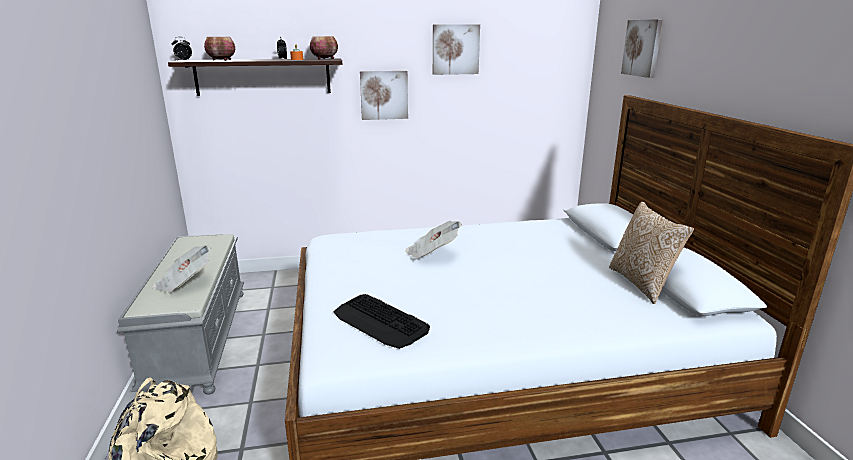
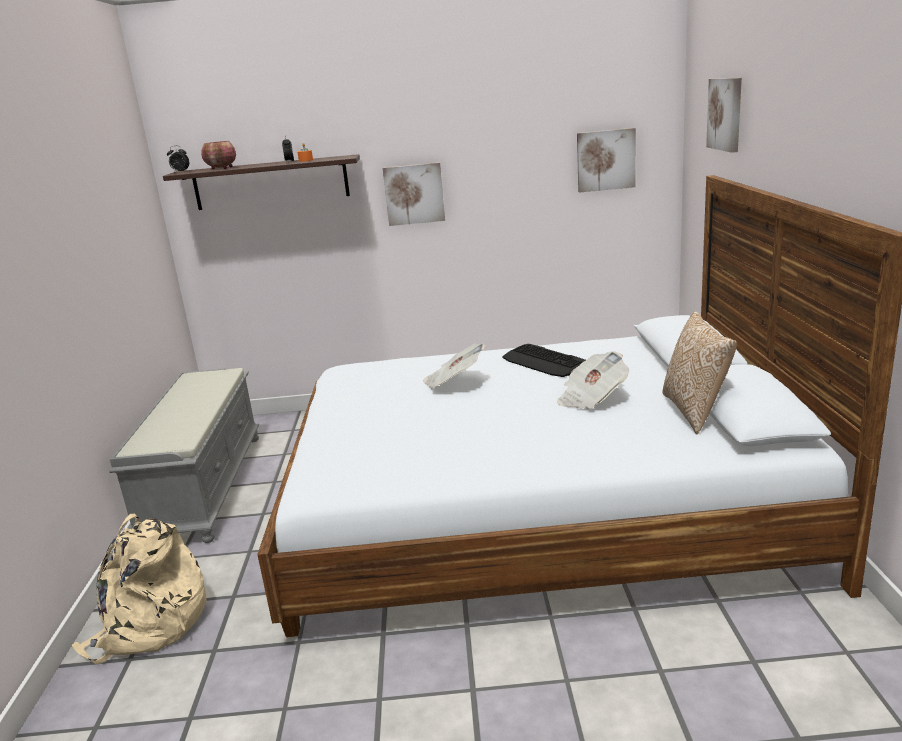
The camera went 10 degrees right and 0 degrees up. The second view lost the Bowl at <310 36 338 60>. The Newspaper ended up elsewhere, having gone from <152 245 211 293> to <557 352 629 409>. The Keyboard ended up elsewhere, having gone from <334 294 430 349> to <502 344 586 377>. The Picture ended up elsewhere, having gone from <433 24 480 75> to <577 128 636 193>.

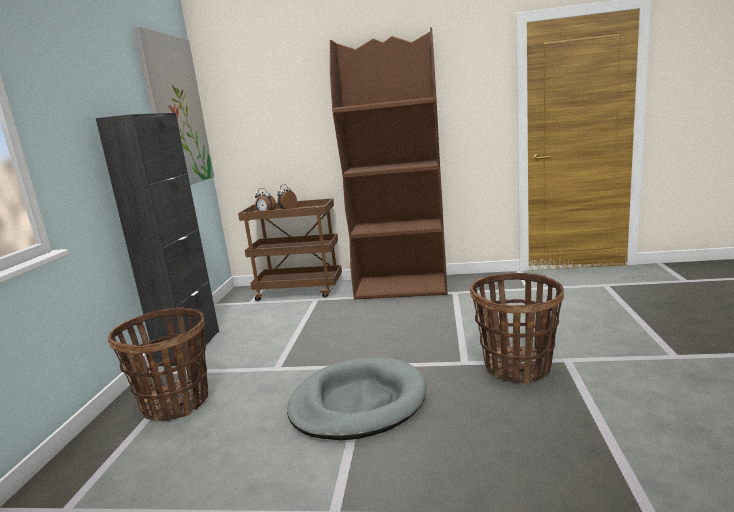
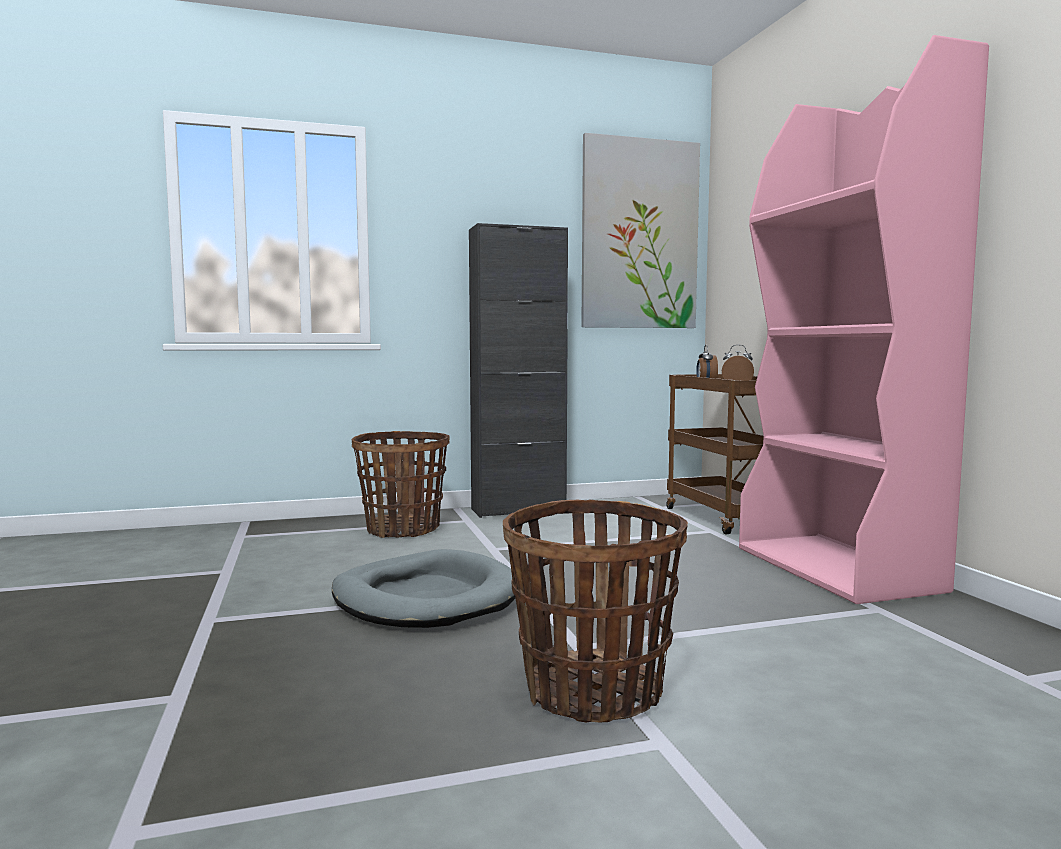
The camera went 65 degrees right and 10 degrees down. What was the BrownBookcase at <330 27 448 299> turned into the PinkBookcase at <739 35 989 604>.

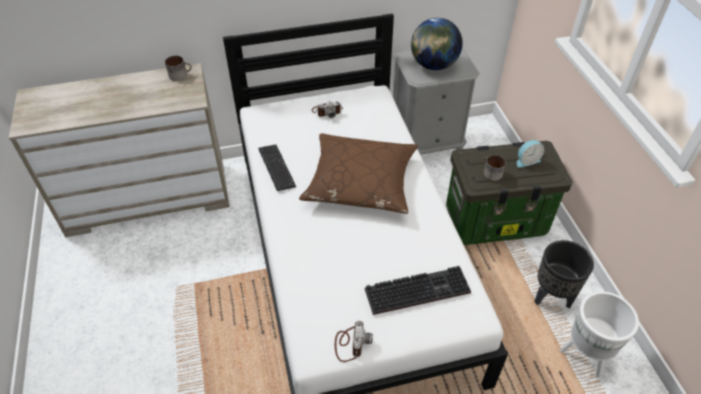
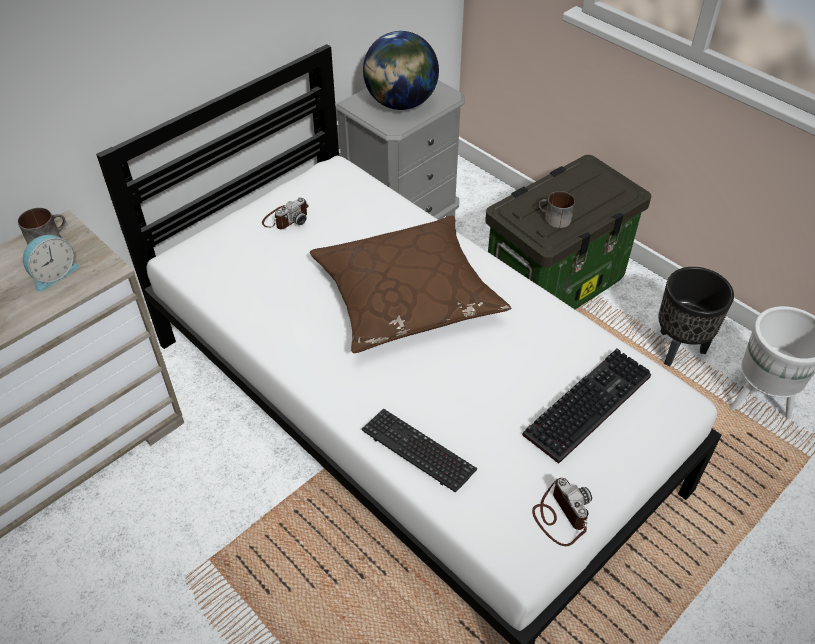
The camera went 30 degrees left and 0 degrees up. The Keyboard ended up elsewhere, having gone from <258 145 296 191> to <361 409 477 492>. The AlarmClock ended up elsewhere, having gone from <517 140 545 168> to <23 235 79 292>.

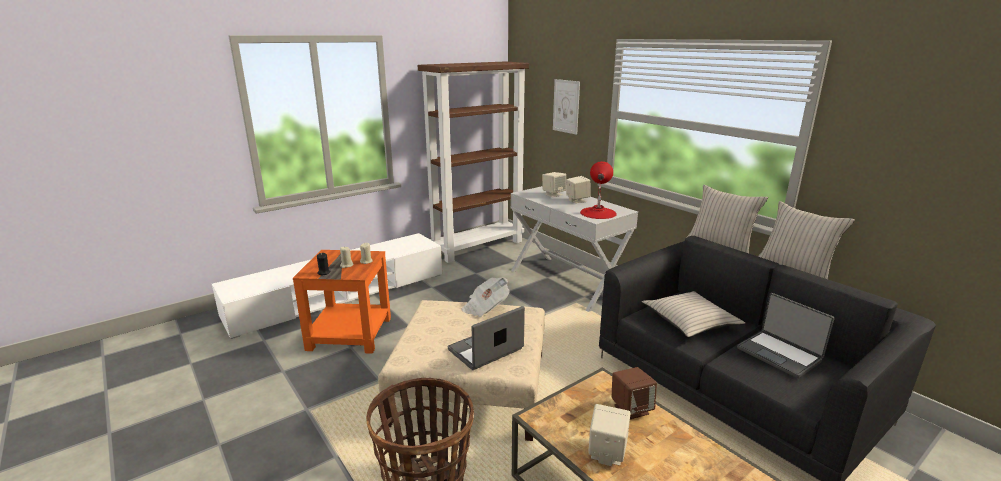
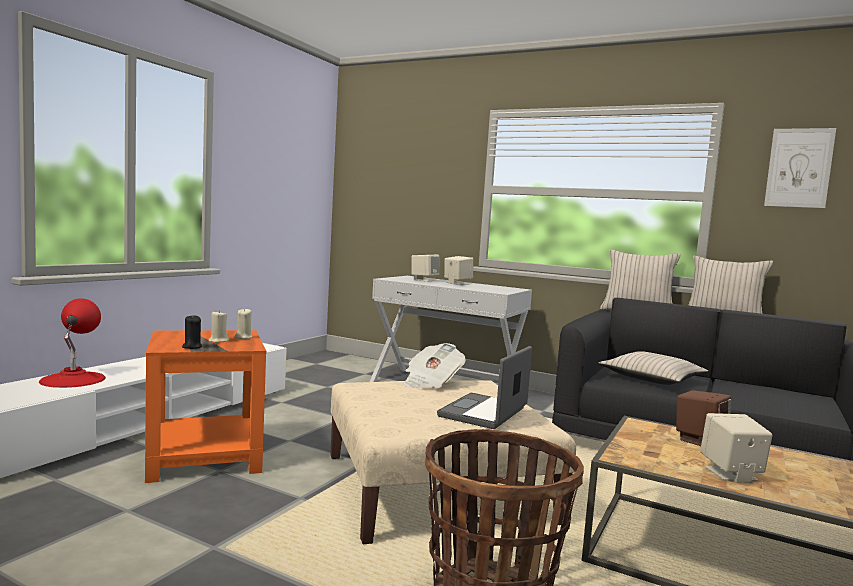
The camera went 25 degrees left and 15 degrees down. The second view lost the BrownBookcase at <418 61 529 263>. The second view lost the Laptop at <737 293 834 378>. The Picture ended up elsewhere, having gone from <553 79 580 135> to <764 128 836 208>. The RedTableLamp ended up elsewhere, having gone from <580 161 617 219> to <39 298 106 388>.

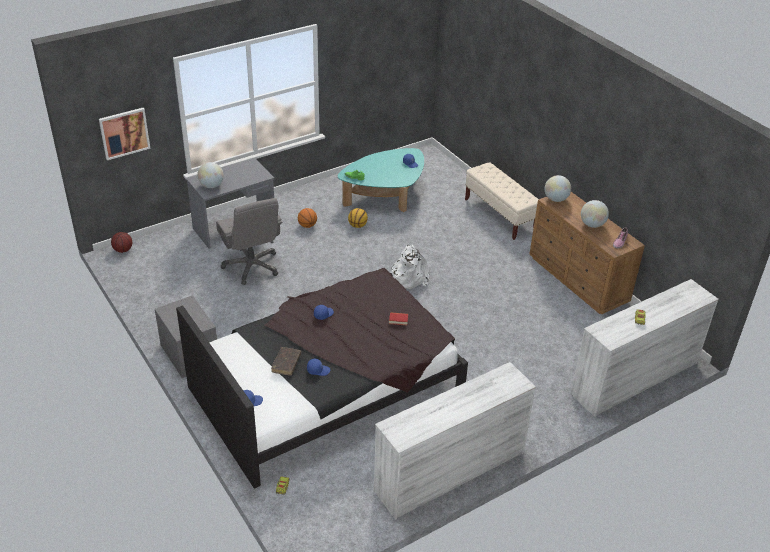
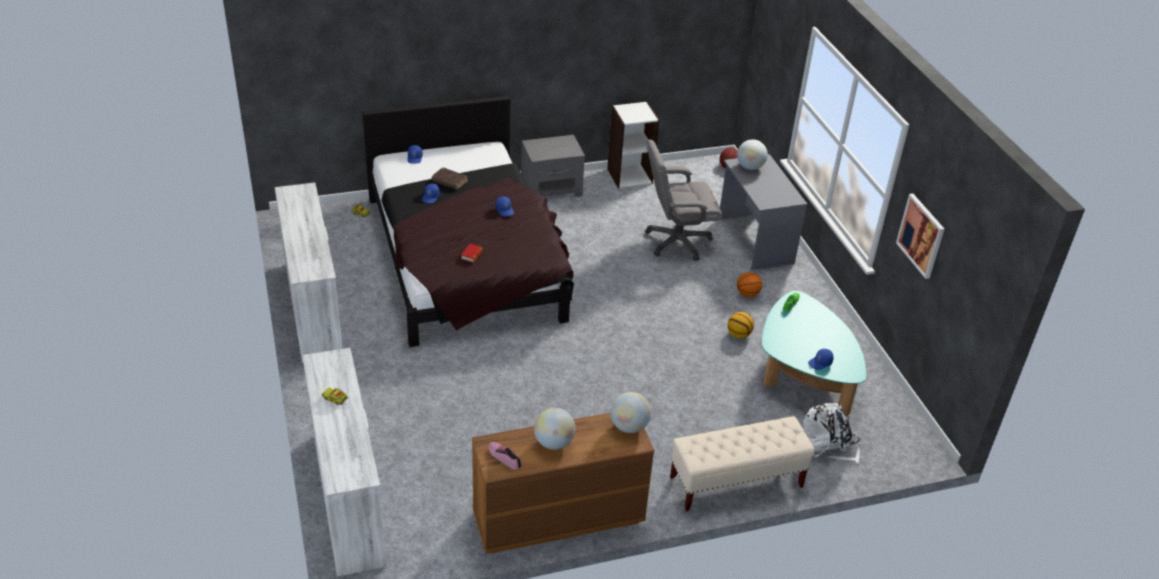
The camera went 105 degrees right and 0 degrees up. The second view gained the WhiteBookcase at <607 102 659 188>. The Picture ended up elsewhere, having gone from <99 108 150 160> to <896 194 944 279>. The WhiteBackpack ended up elsewhere, having gone from <389 245 429 289> to <803 403 860 464>.

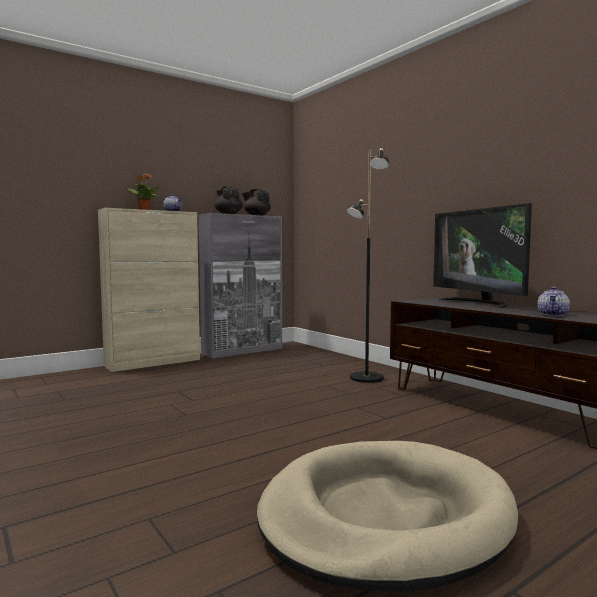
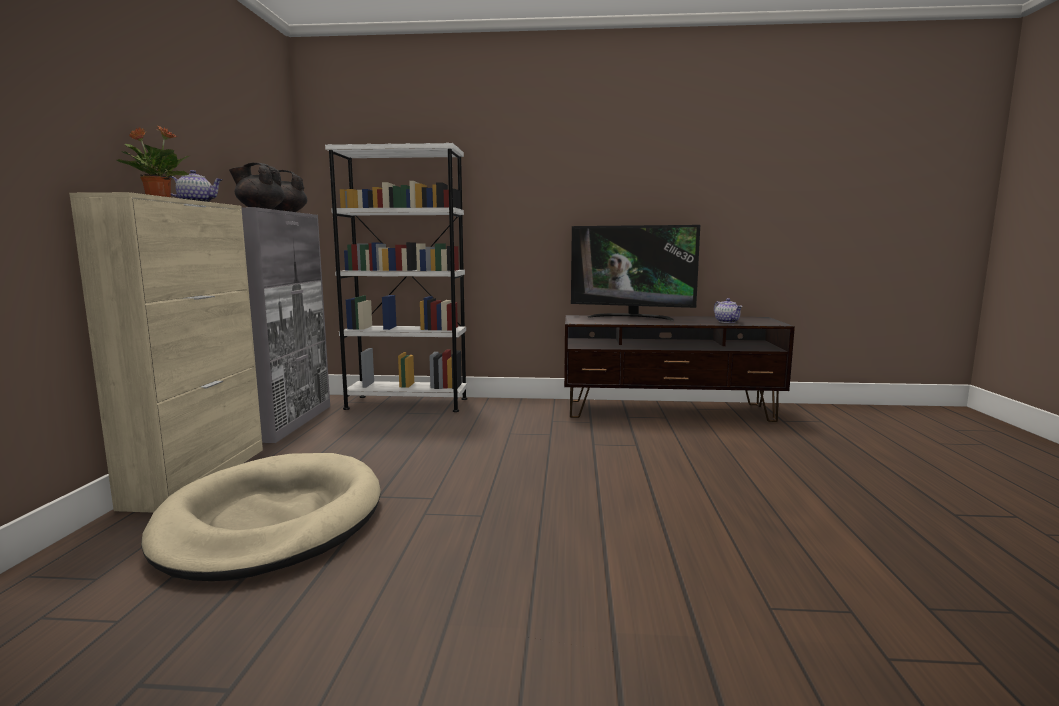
The camera went 50 degrees left and 5 degrees up. The second view lost the BlackFloorLamp at <346 148 389 383>. The second view gained the WhiteBookcase at <325 143 467 412>. The BeigeDogBed ended up elsewhere, having gone from <257 441 518 592> to <141 453 381 581>.

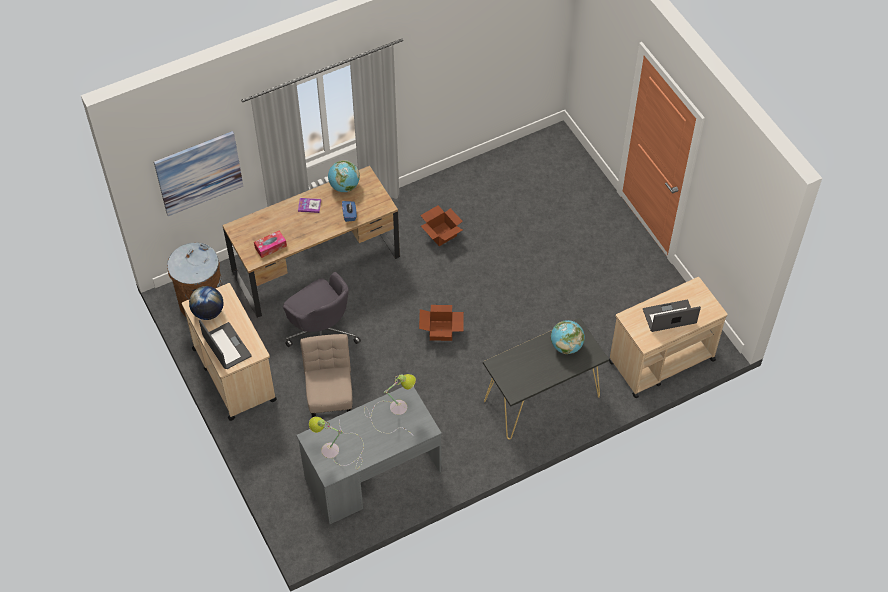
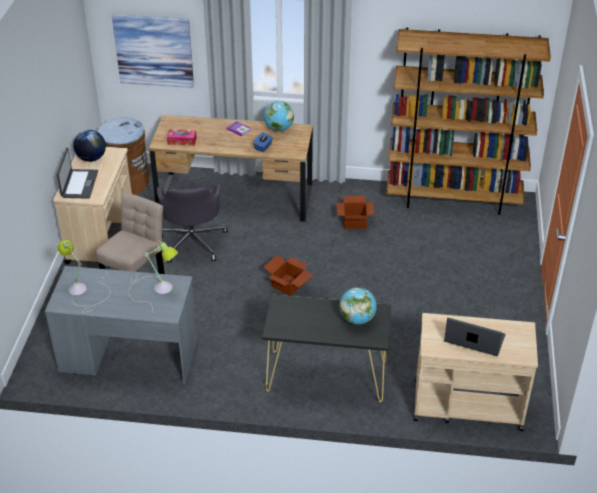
The camera went 35 degrees right and 15 degrees down. The second view gained the BrownBookcase at <386 27 551 215>.

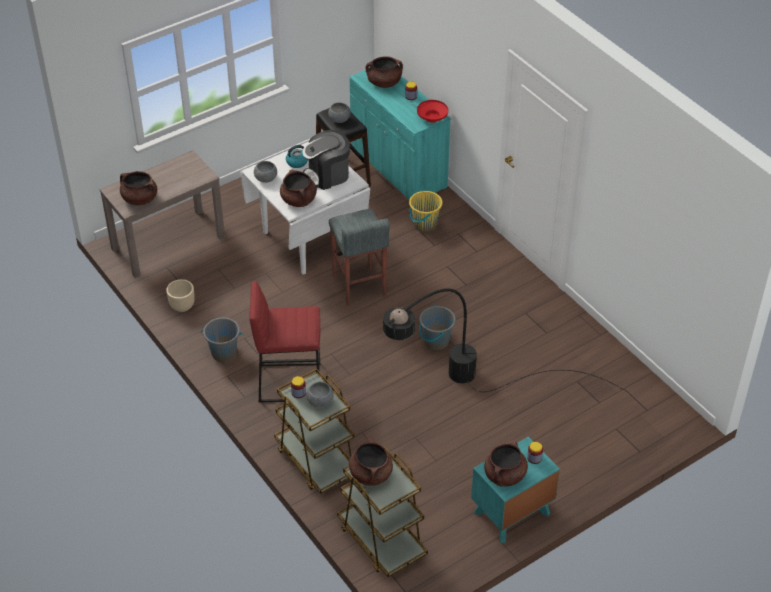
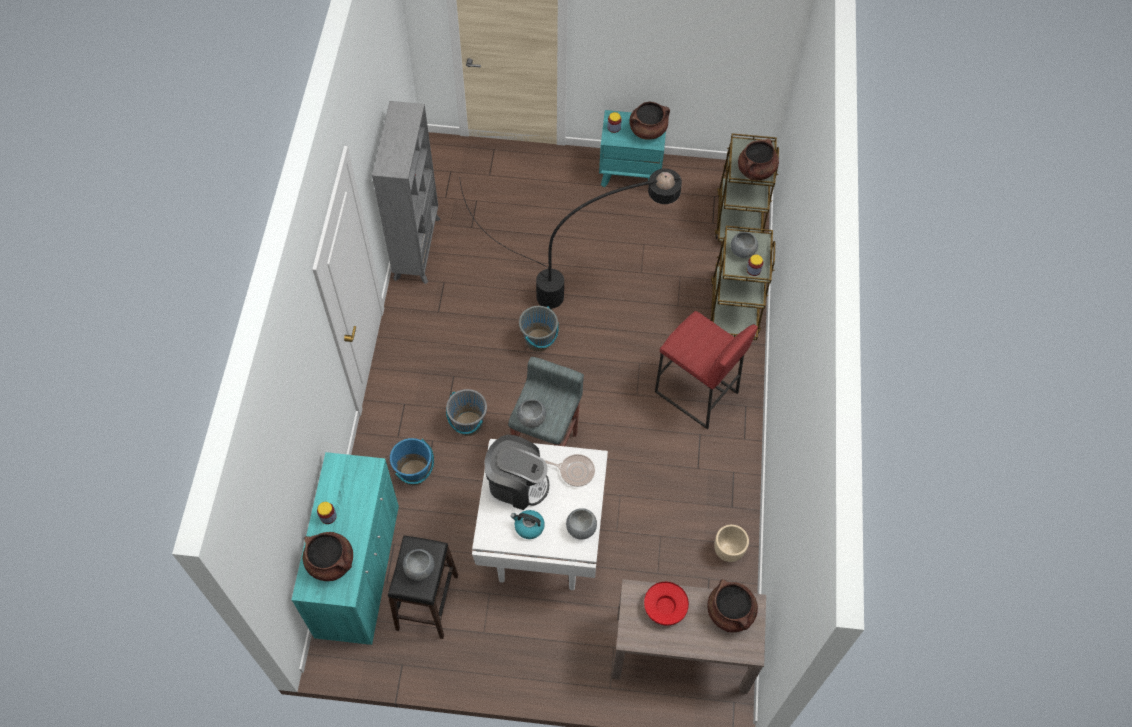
The camera went 140 degrees left and 15 degrees up. The second view gained the GreyBookcase at <372 101 441 284>. The second view gained the GreyBowl at <517 399 546 428>. The GreyBucket ended up elsewhere, having gone from <201 318 243 362> to <446 389 487 436>. The RedBowl ended up elsewhere, having gone from <417 100 448 122> to <644 582 689 625>. Where the BrownCookingPot stood at <280 169 317 207>, the FryingPan came to stand at <545 454 595 487>. What was the YellowBucket at <409 190 442 232> turned into the BlueBucket at <390 438 434 485>.

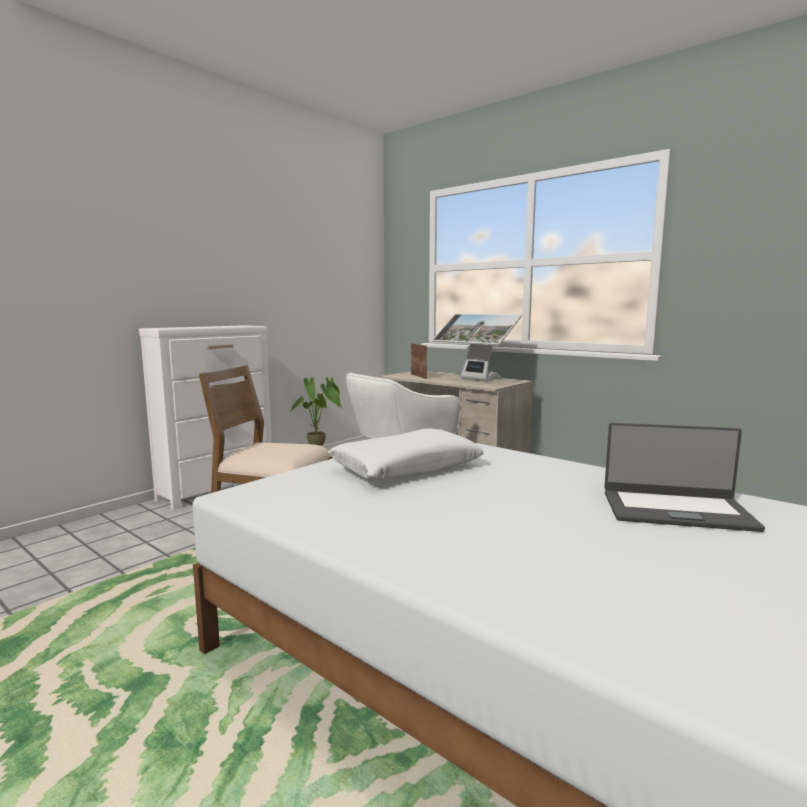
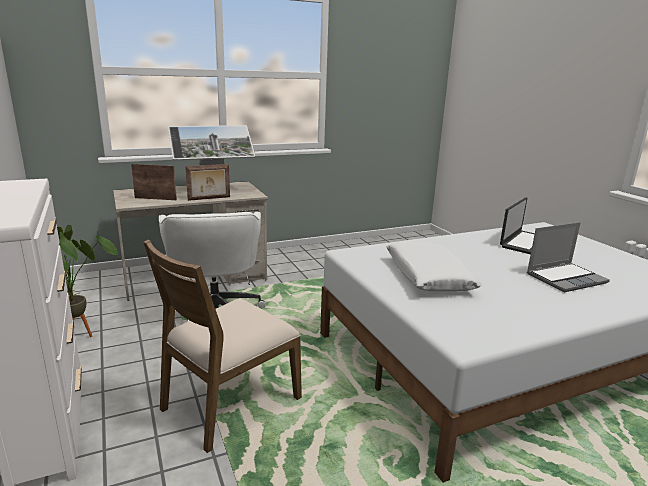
The camera went 65 degrees left and 10 degrees up. The second view gained the PictureFrame at <185 164 230 201>. The second view gained the Laptop at <527 222 610 292>.

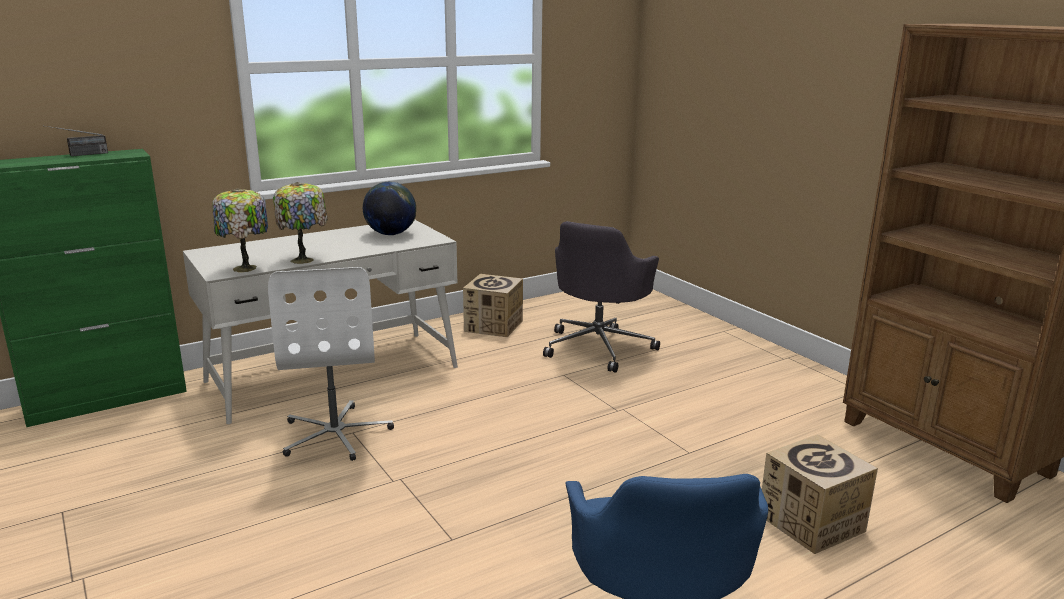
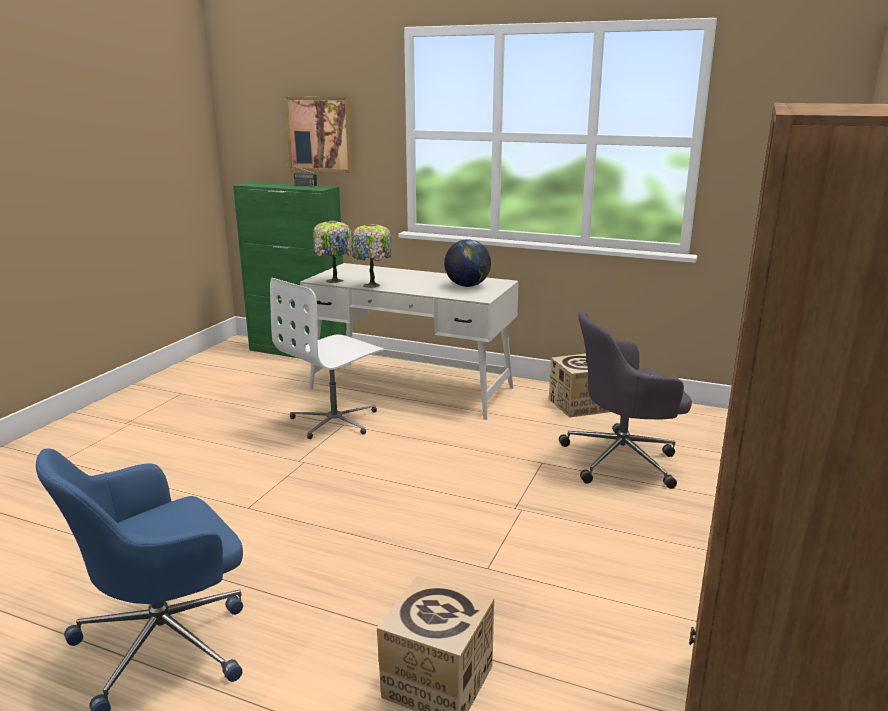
The camera went 55 degrees right and 0 degrees up. The second view gained the Picture at <285 97 353 173>.

